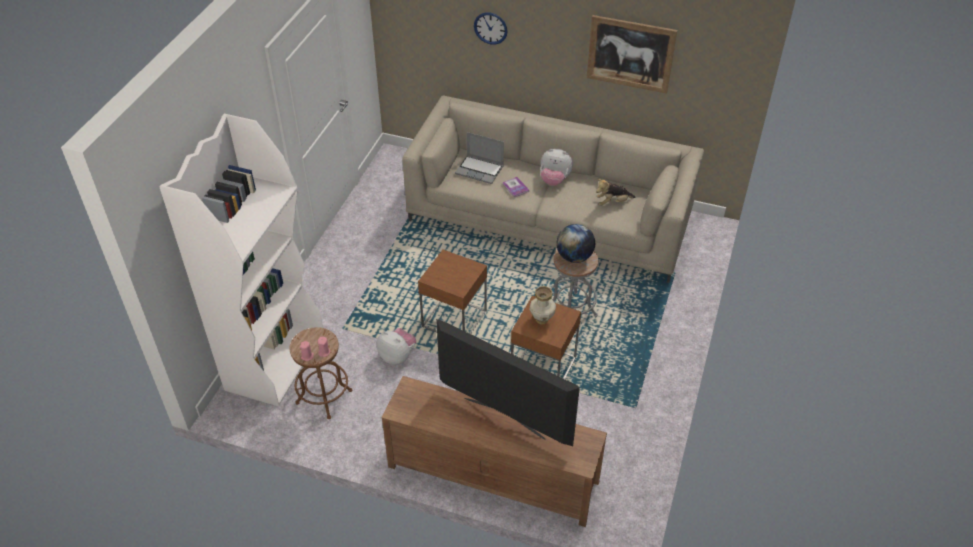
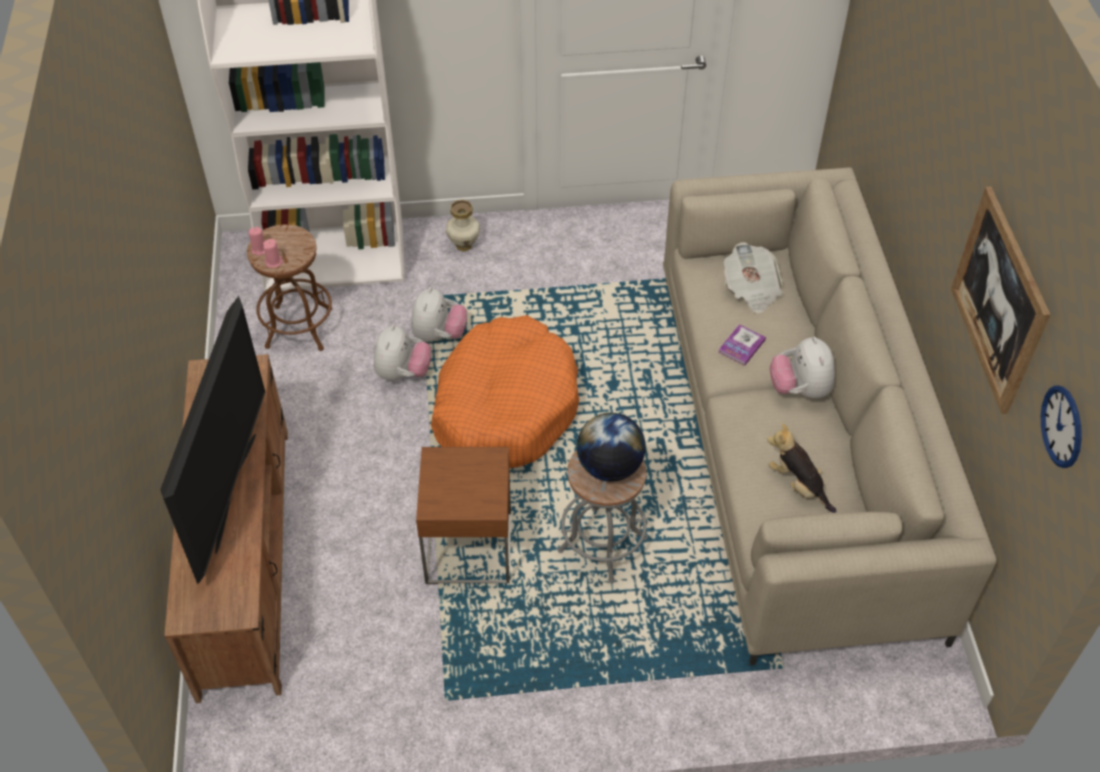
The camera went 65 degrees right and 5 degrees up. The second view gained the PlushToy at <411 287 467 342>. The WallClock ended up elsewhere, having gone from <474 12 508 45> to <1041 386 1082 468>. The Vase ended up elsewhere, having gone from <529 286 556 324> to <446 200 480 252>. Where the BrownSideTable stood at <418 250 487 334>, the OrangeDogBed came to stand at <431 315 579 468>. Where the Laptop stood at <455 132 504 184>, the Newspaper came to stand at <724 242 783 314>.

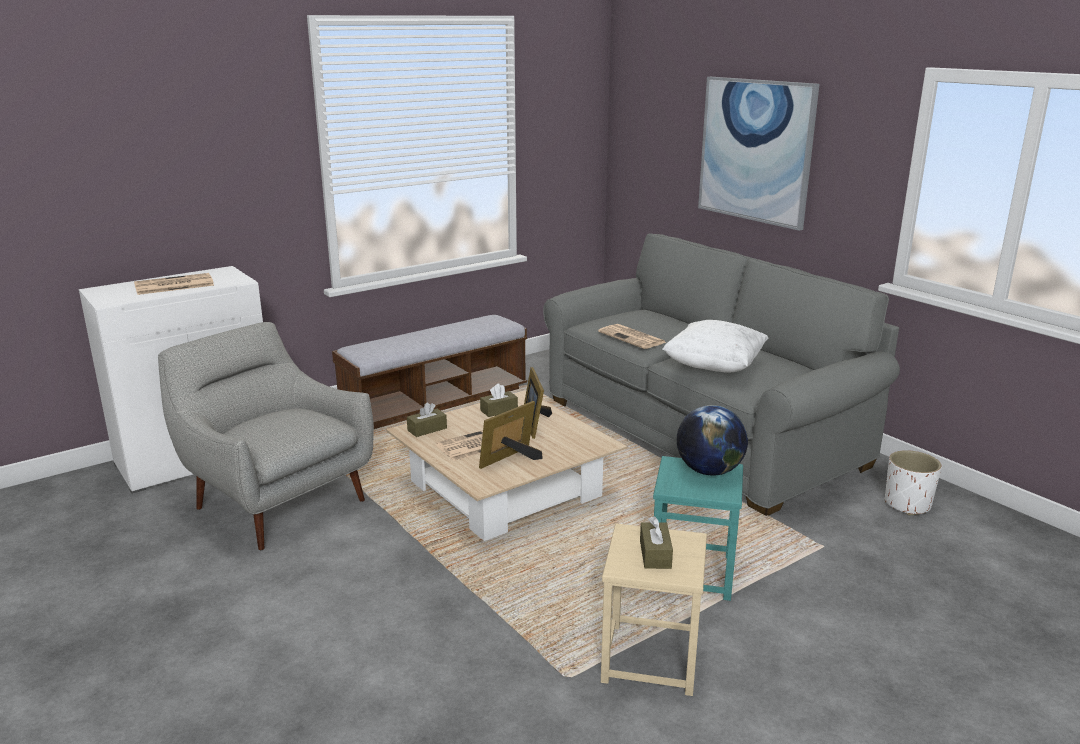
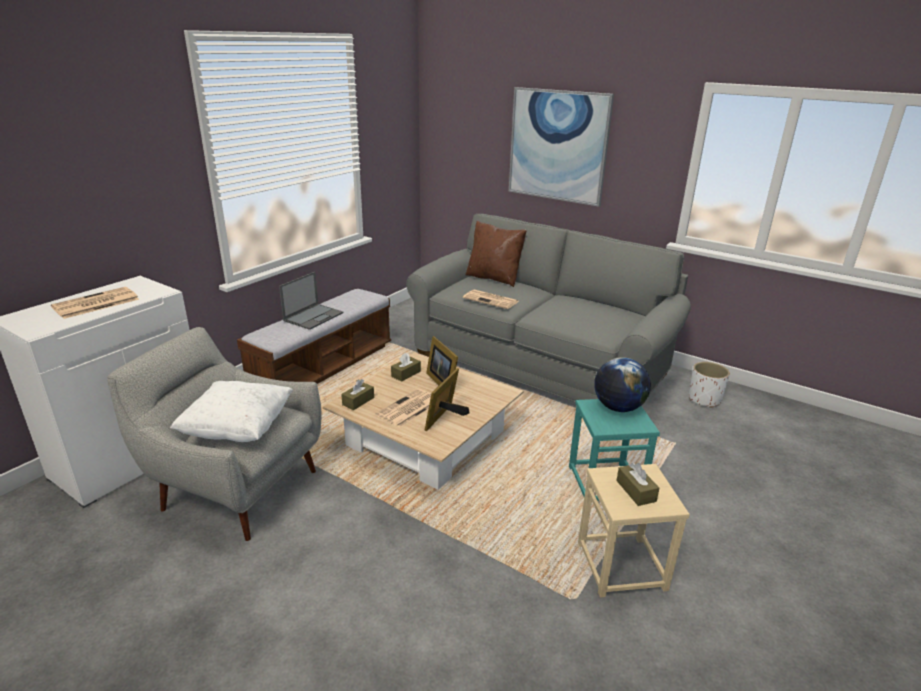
The camera went 20 degrees left and 5 degrees up. The second view gained the Laptop at <279 272 343 330>. The second view gained the BrownPillow at <466 221 527 287>. The WhitePillow ended up elsewhere, having gone from <662 320 768 373> to <170 381 293 442>.

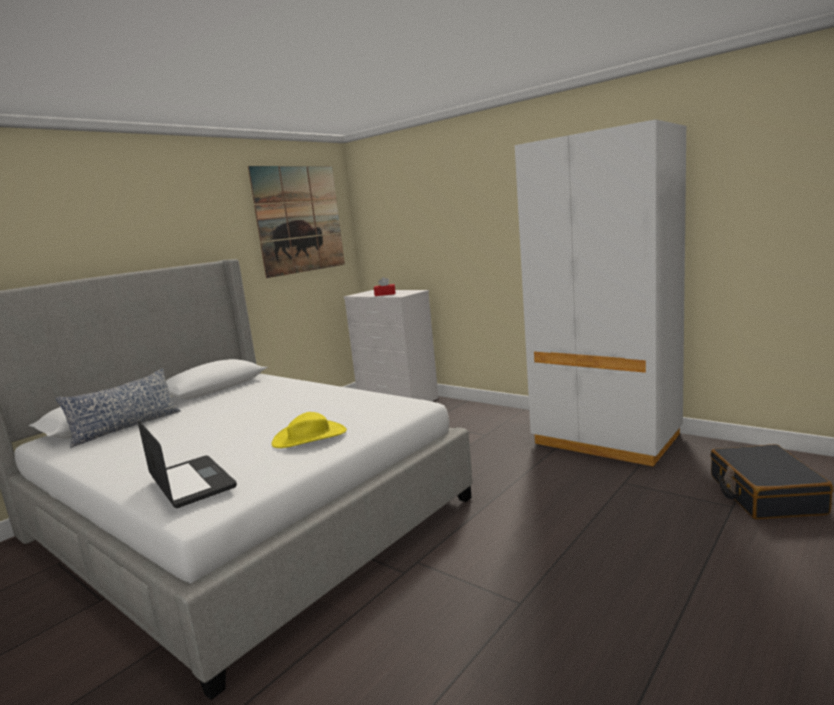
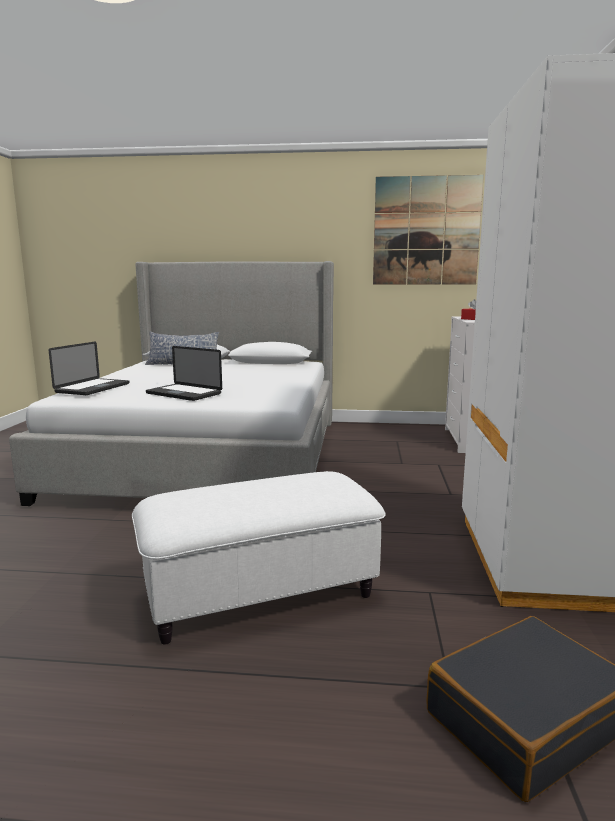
The camera went 55 degrees right and 0 degrees up. The second view gained the WhiteOttoman at <132 471 386 645>. Where the YellowHat stood at <272 412 347 448>, the Laptop came to stand at <146 346 222 401>.

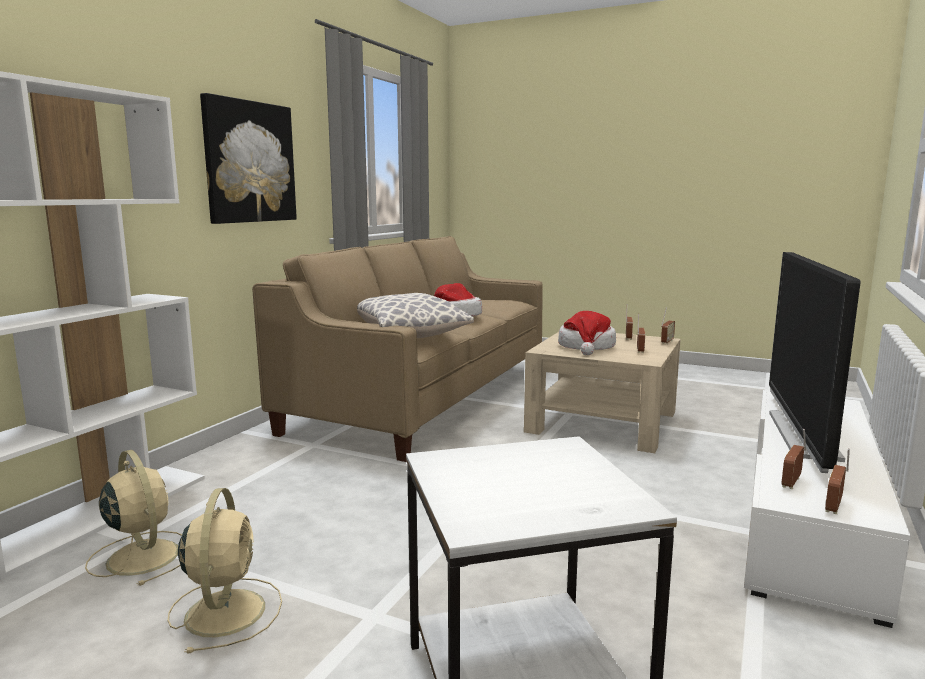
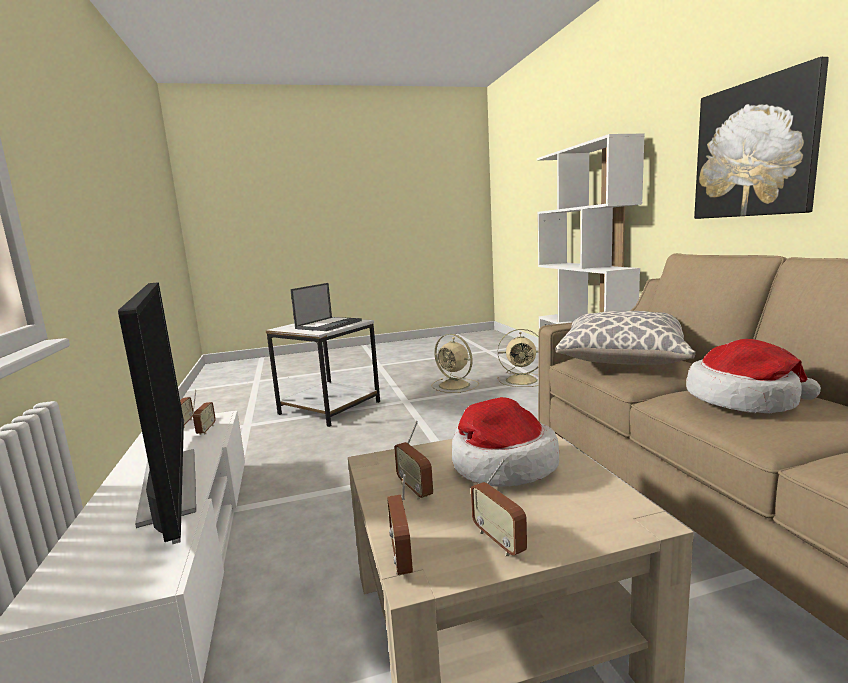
The camera went 140 degrees right and 0 degrees up. The second view gained the Laptop at <290 283 362 331>.

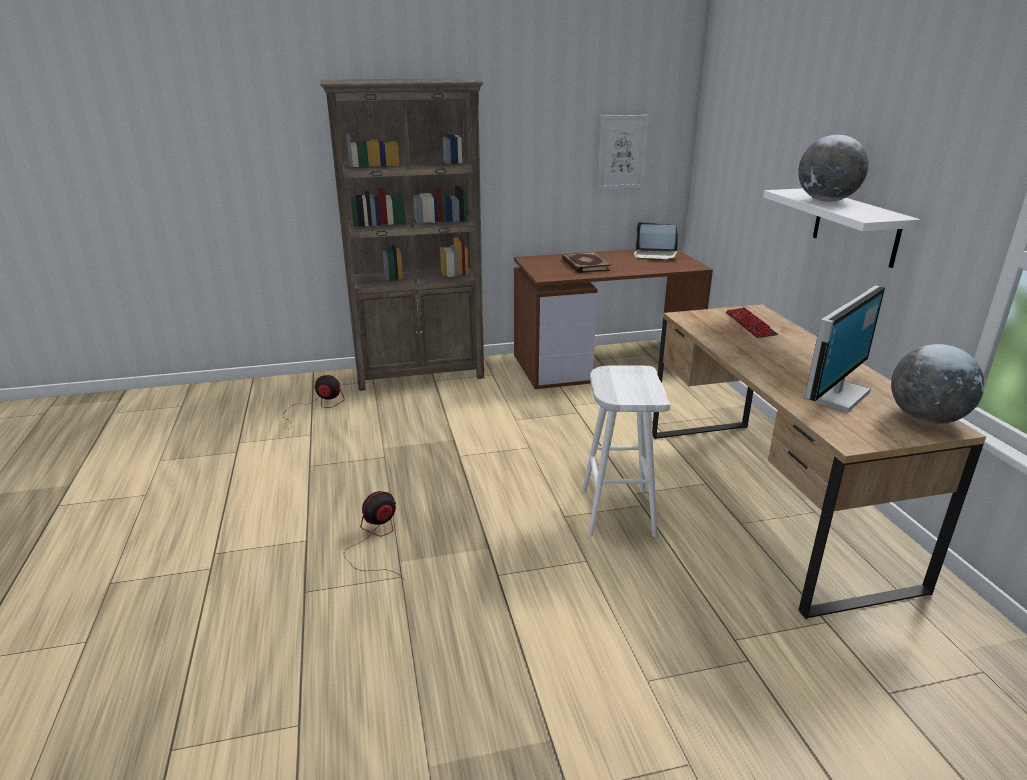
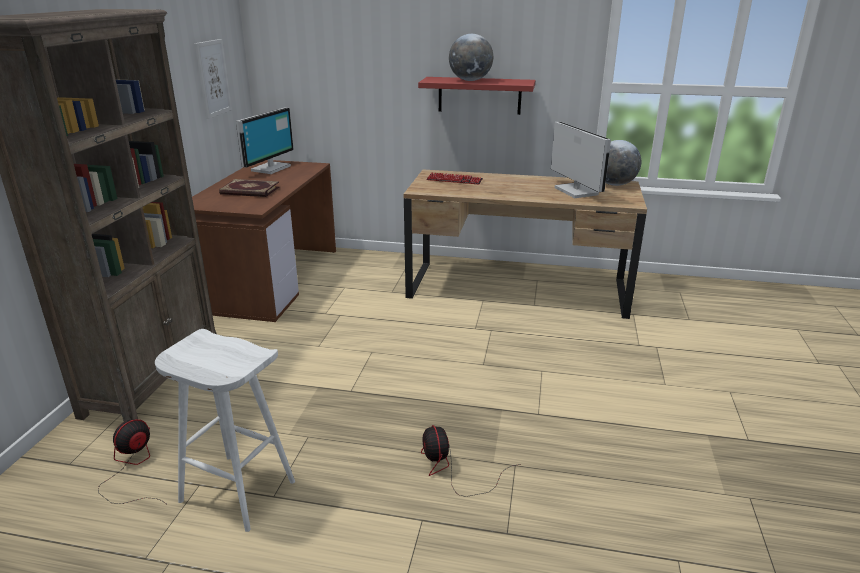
The camera went 65 degrees left and 0 degrees up. The WhiteStool ended up elsewhere, having gone from <582 366 671 537> to <155 329 295 532>. Where the Laptop stood at <633 222 678 261>, the Monitor came to stand at <236 107 294 174>. What was the WhiteShelf at <763 188 921 268> turned into the RedShelf at <418 77 535 115>.

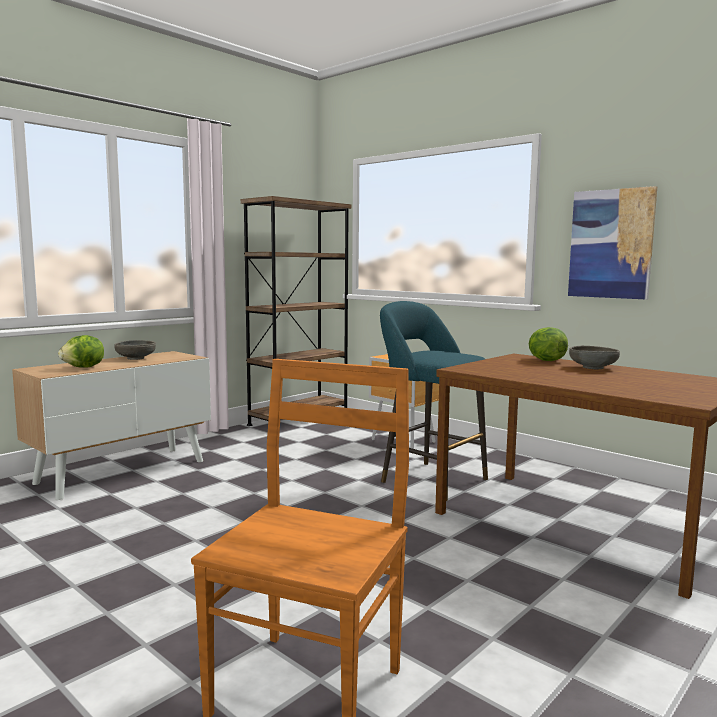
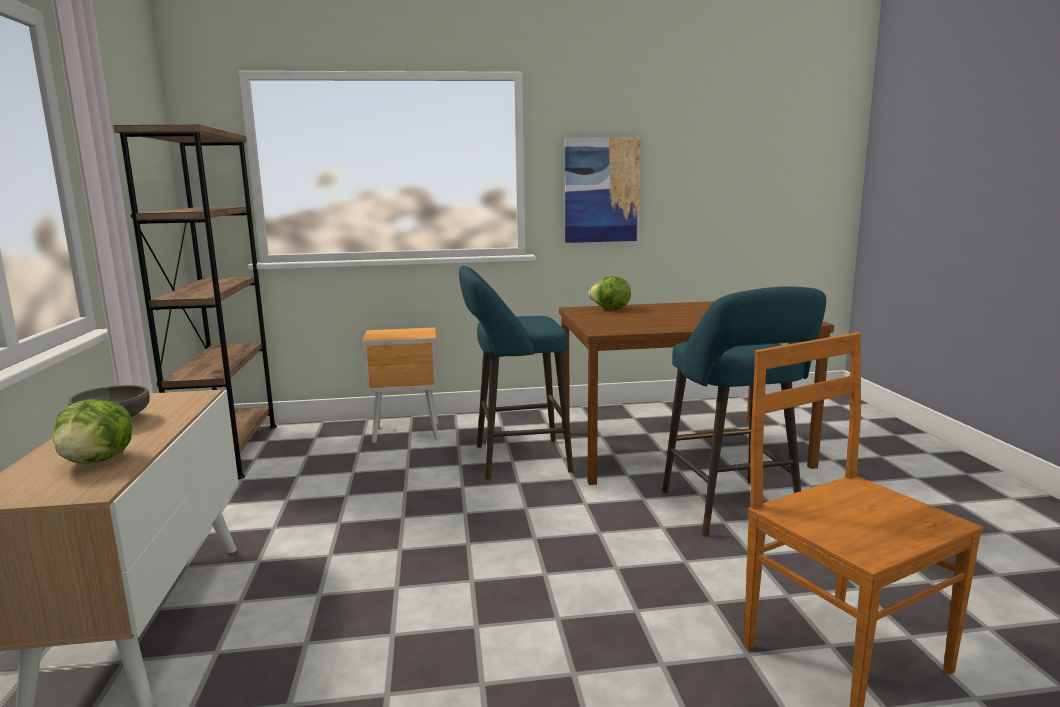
The camera went 50 degrees left and 5 degrees up. The second view lost the GreyBowl at <569 346 620 369>. The second view gained the TurquoiseStool at <663 286 826 536>.

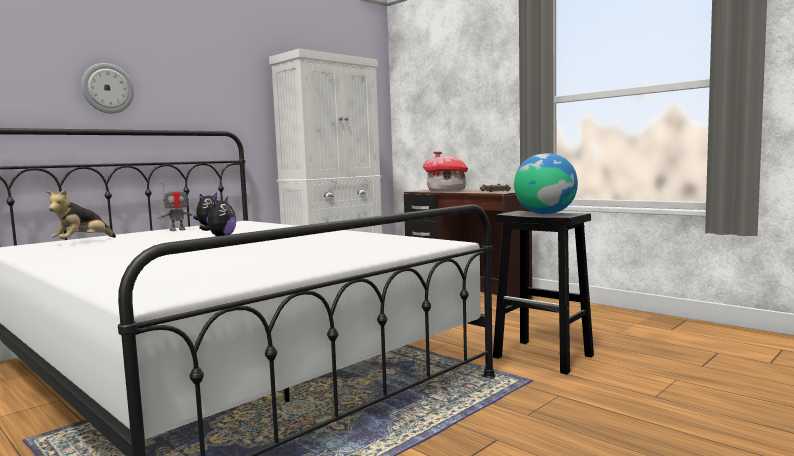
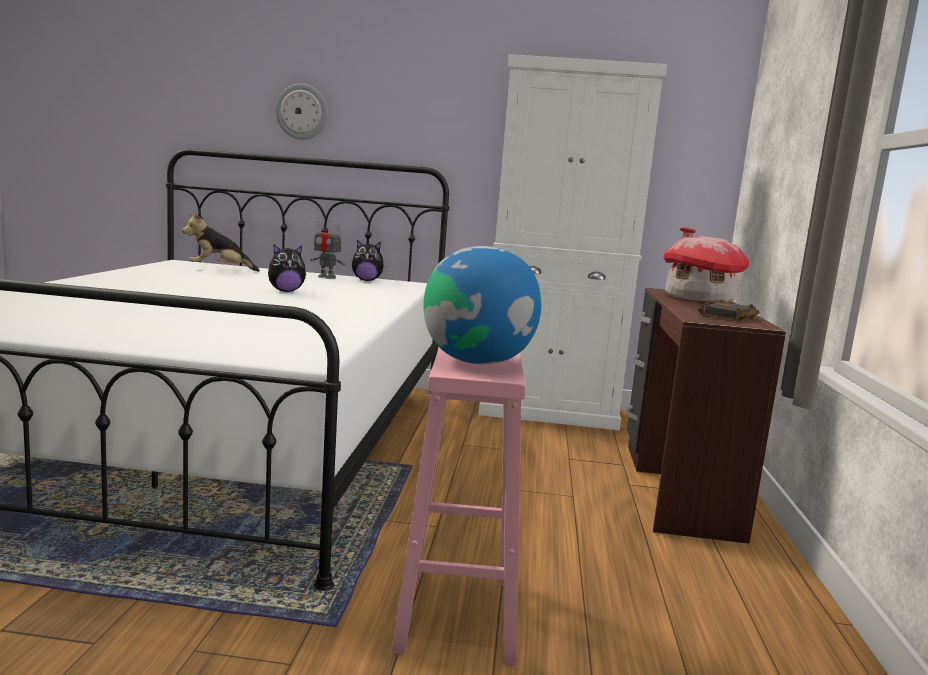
The camera went 50 degrees right and 5 degrees up. What was the BlackStool at <493 211 594 375> turned into the PinkStool at <391 348 526 665>.

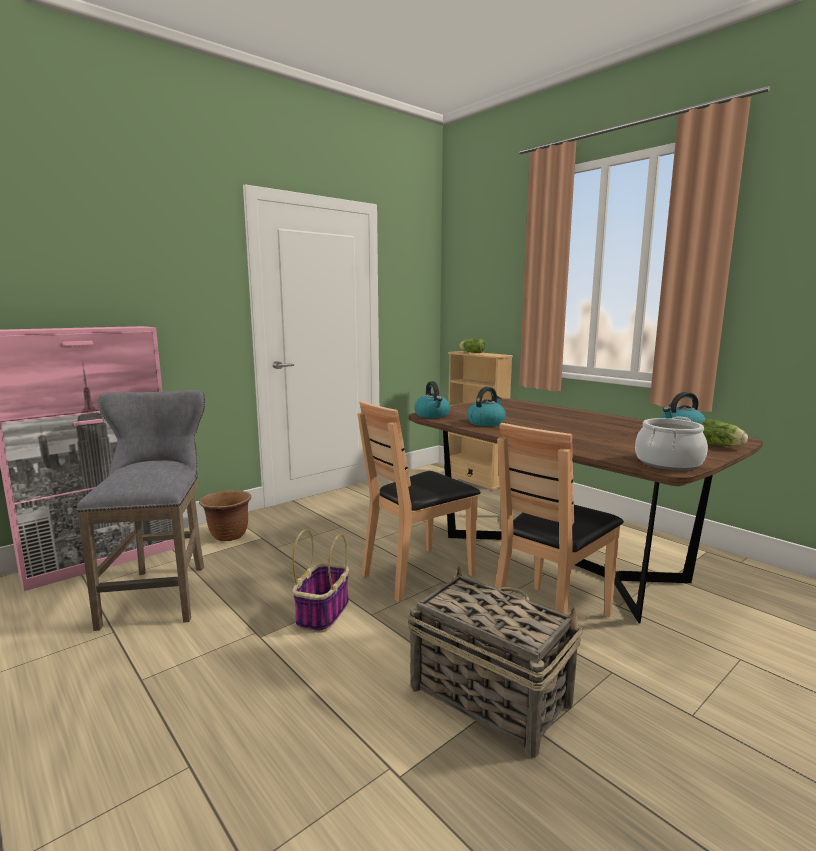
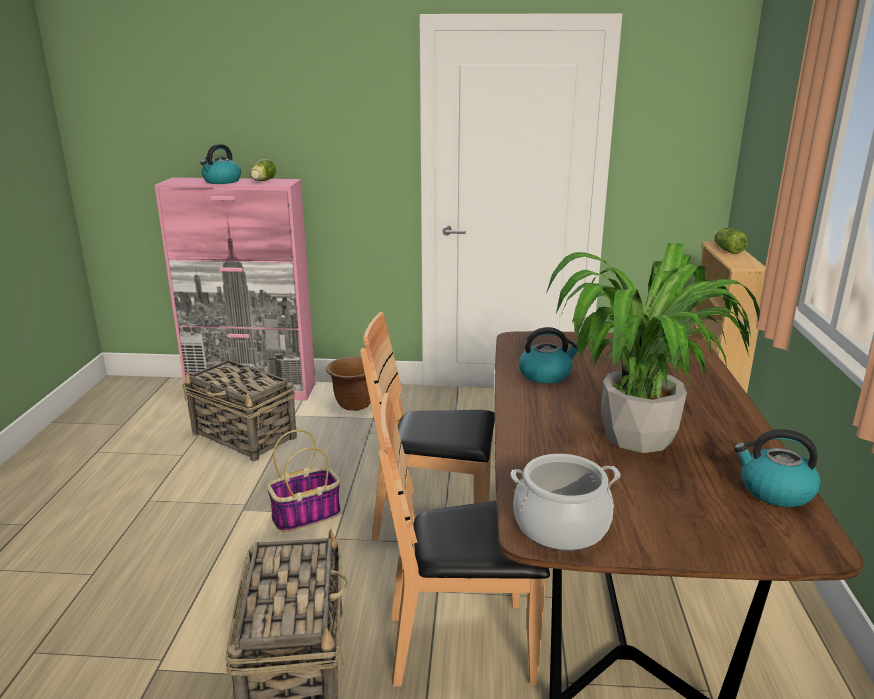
The camera went 45 degrees right and 10 degrees up. The second view gained the PottedPlant at <546 243 760 453>. The Kettle ended up elsewhere, having gone from <414 381 450 418> to <200 144 241 184>. The Lettuce ended up elsewhere, having gone from <700 419 748 446> to <250 159 276 181>. Where the GreyStool stood at <77 390 205 631>, the Basket came to stand at <182 360 297 461>.

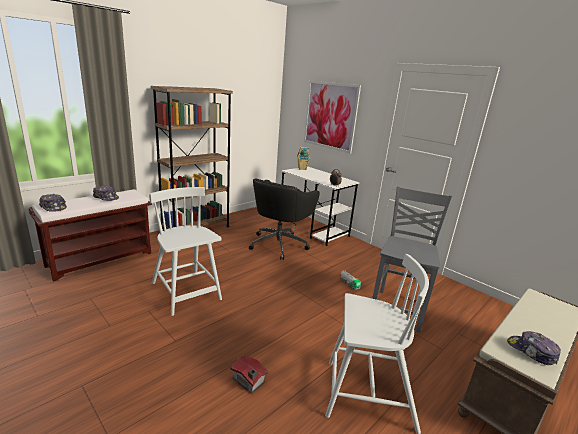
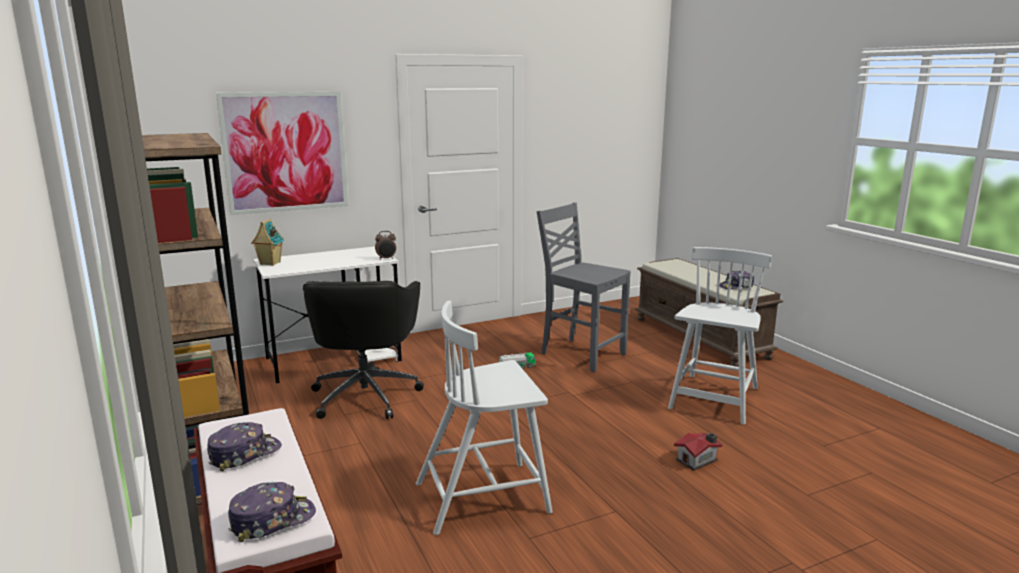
The camera went 70 degrees left and 5 degrees down. The BlackOfficeChair at <249 178 320 260> ended up facing another way, 45 degrees clockwise from before.

